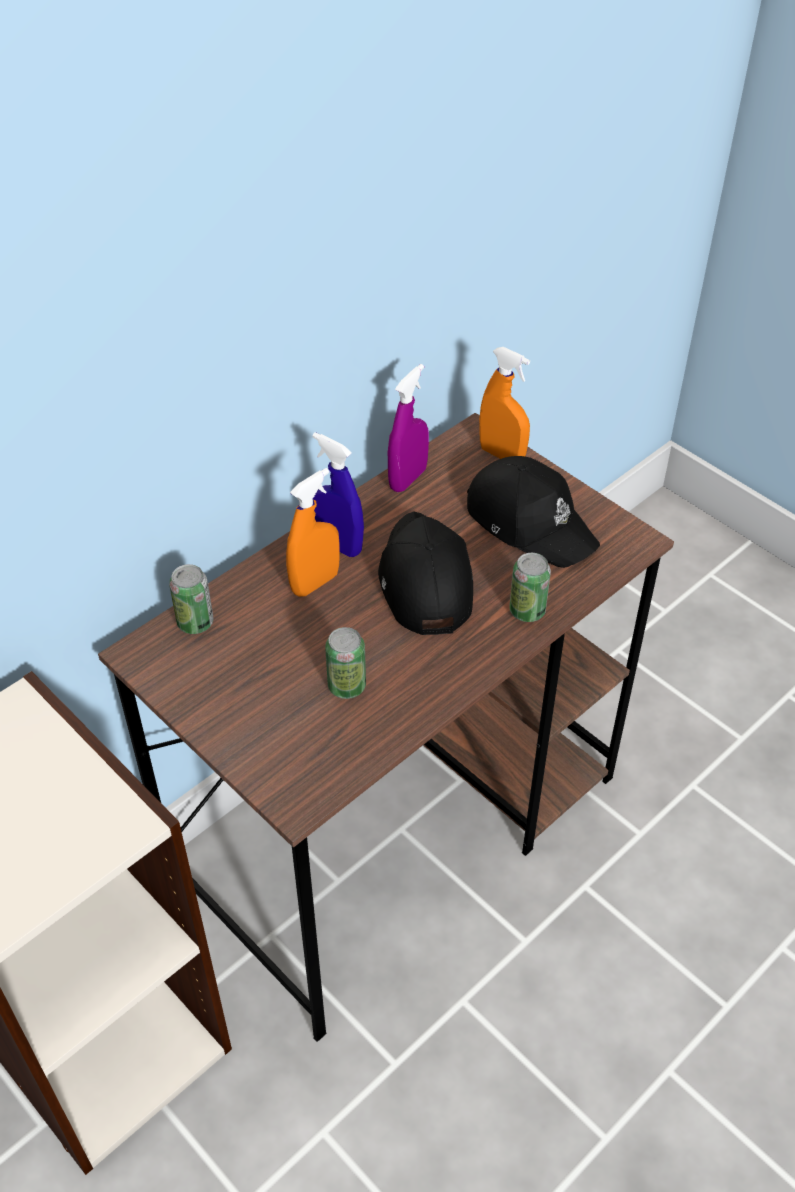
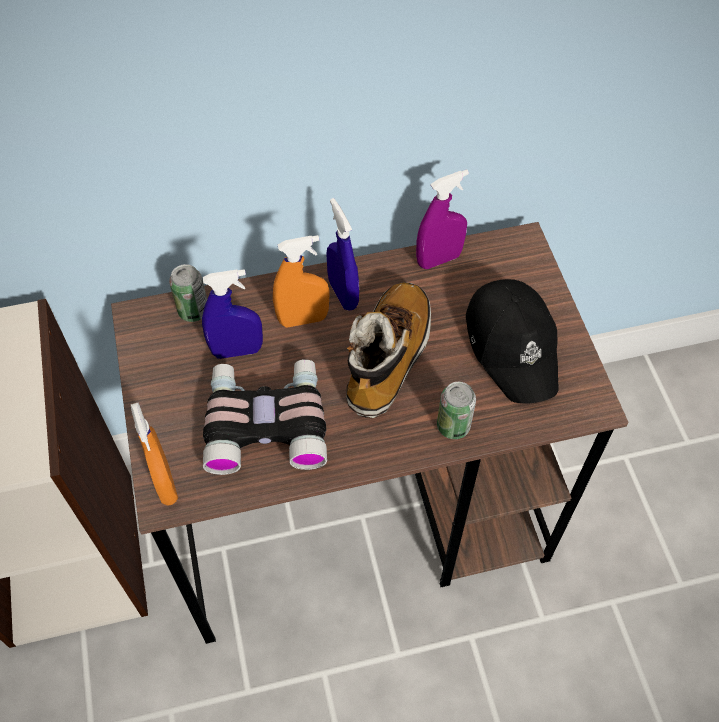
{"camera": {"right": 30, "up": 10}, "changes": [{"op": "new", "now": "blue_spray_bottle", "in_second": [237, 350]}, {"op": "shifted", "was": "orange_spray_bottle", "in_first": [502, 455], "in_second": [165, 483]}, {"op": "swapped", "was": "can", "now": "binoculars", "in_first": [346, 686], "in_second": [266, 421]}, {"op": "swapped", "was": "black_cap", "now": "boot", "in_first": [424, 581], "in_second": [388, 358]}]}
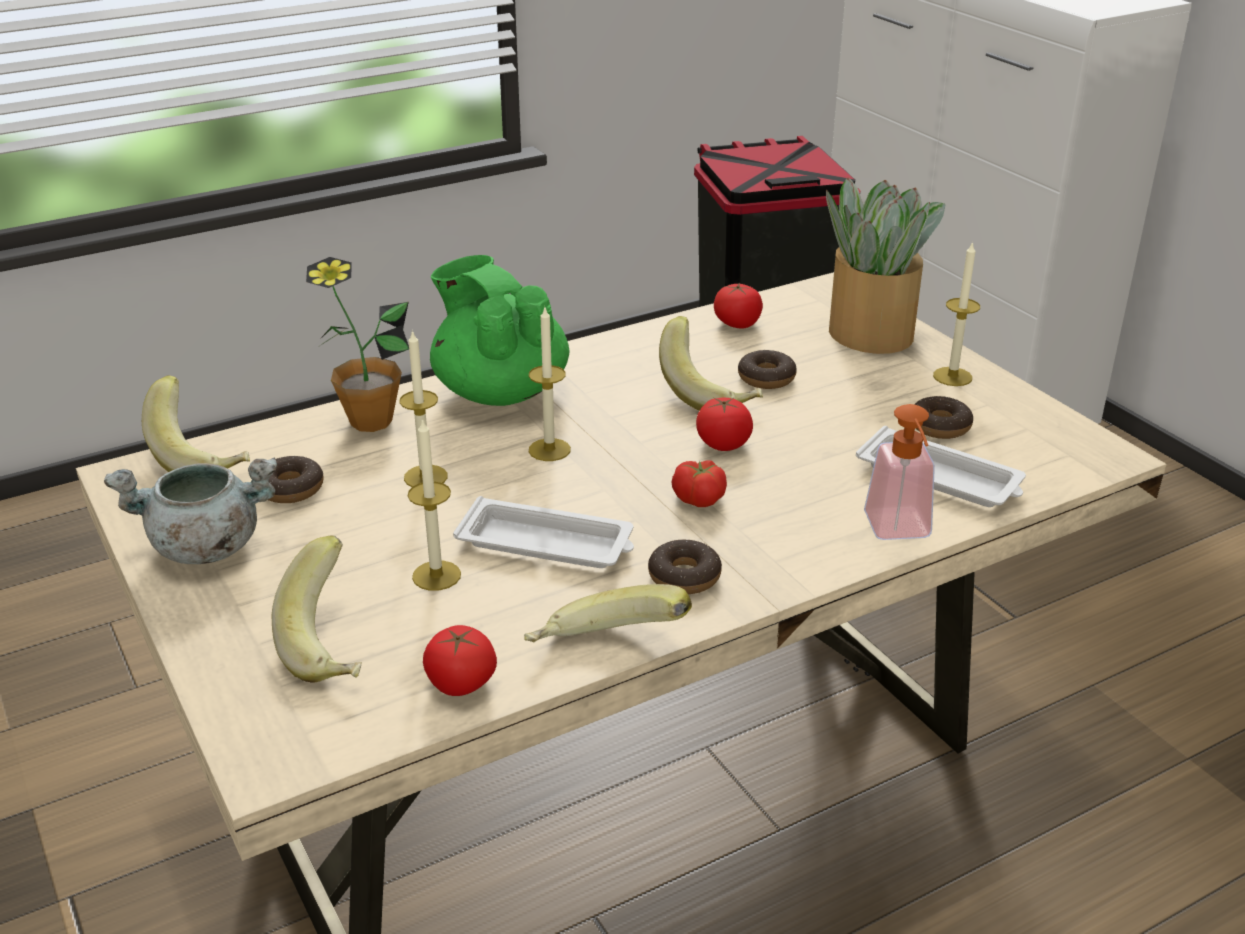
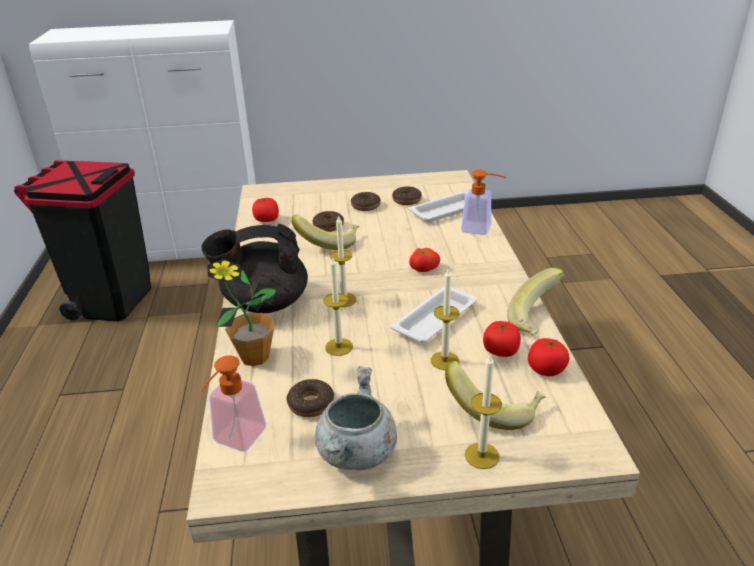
{"camera": {"right": -65, "up": 0}, "changes": [{"op": "gone", "was": "potted_plant", "in_first": [869, 332]}, {"op": "shifted", "was": "donut", "in_first": [684, 576], "in_second": [365, 206]}, {"op": "shifted", "was": "tomato", "in_first": [723, 443], "in_second": [500, 351]}, {"op": "shifted", "was": "candle", "in_first": [952, 376], "in_second": [481, 455]}, {"op": "swapped", "was": "banana", "now": "soap_dispenser", "in_first": [203, 457], "in_second": [235, 441]}, {"op": "repainted", "was": "green_teapot", "now": "black_teapot", "in_first": [500, 391], "in_second": [264, 303]}]}
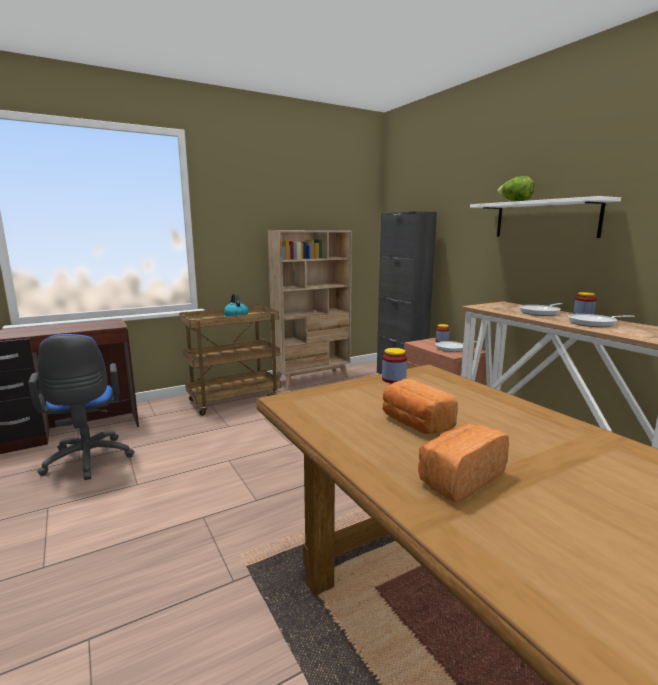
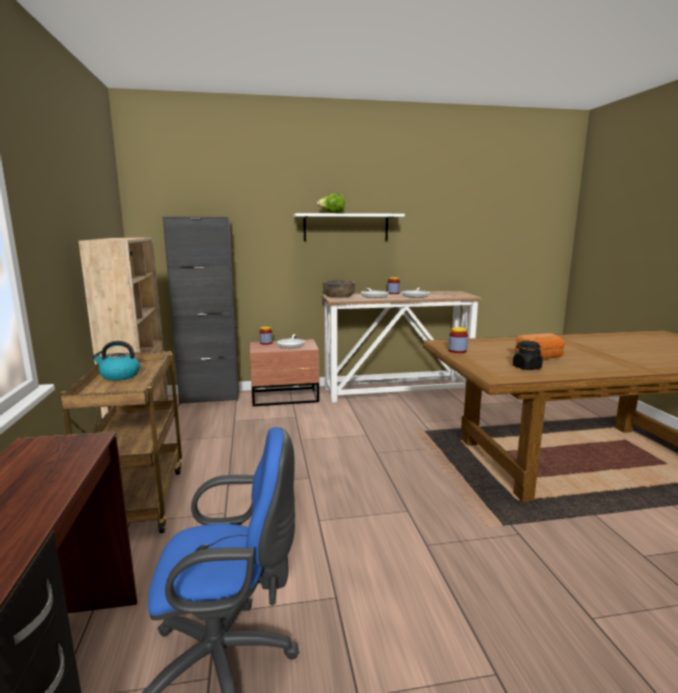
{"camera": {"right": -70, "up": 0}, "changes": [{"op": "gone", "was": "bread", "in_first": [459, 478]}, {"op": "new", "now": "brown_bowl", "in_second": [339, 296]}, {"op": "new", "now": "black_jar", "in_second": [526, 367]}]}
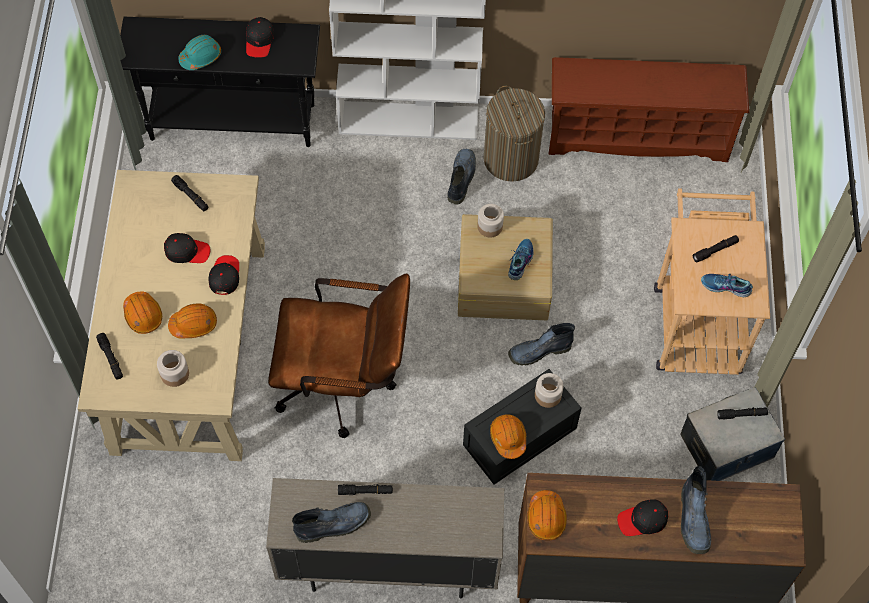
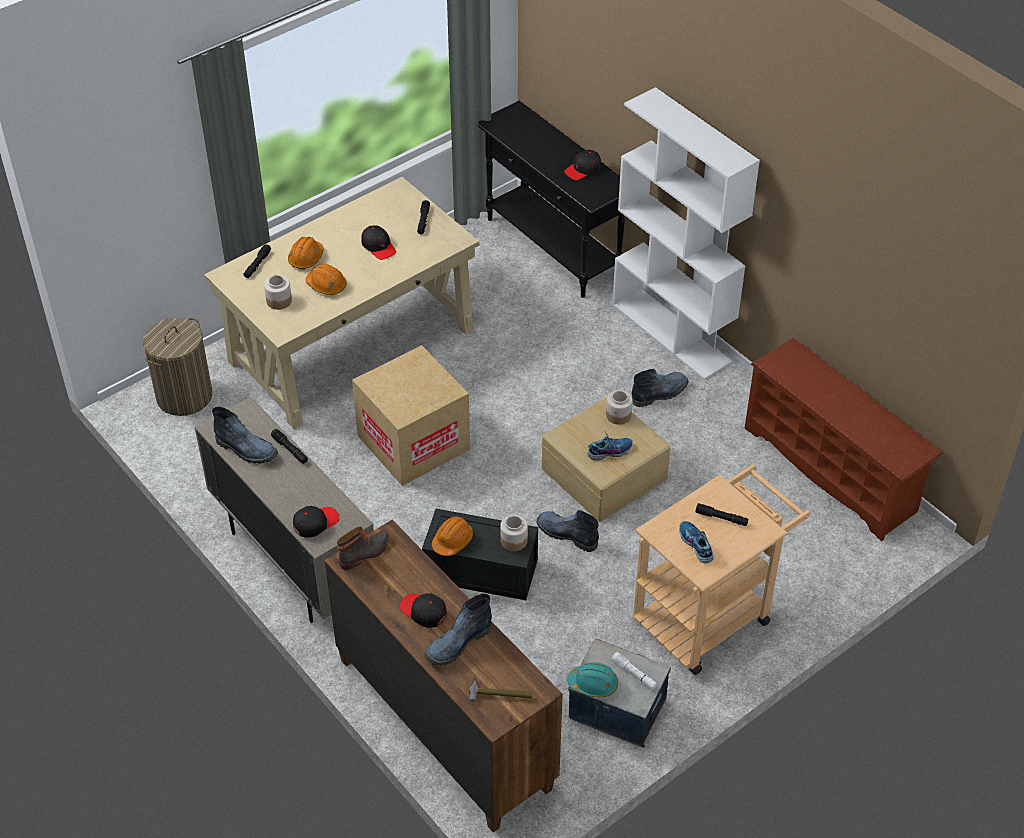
{"camera": {"right": 50, "up": -15}, "changes": [{"op": "new", "now": "hammer", "in_second": [500, 695]}, {"op": "shifted", "was": "turquoise_hard_hat", "in_first": [201, 57], "in_second": [593, 684]}, {"op": "shifted", "was": "black_cap", "in_first": [224, 276], "in_second": [315, 523]}, {"op": "shifted", "was": "laundry_basket", "in_first": [510, 158], "in_second": [184, 396]}, {"op": "swapped", "was": "brown_office_chair", "now": "cardboard_box", "in_first": [344, 384], "in_second": [413, 442]}, {"op": "swapped", "was": "orange_hard_hat", "now": "boot", "in_first": [546, 518], "in_second": [365, 553]}, {"op": "repainted", "was": "black_flashlight", "now": "white_flashlight", "in_first": [742, 415], "in_second": [634, 674]}]}
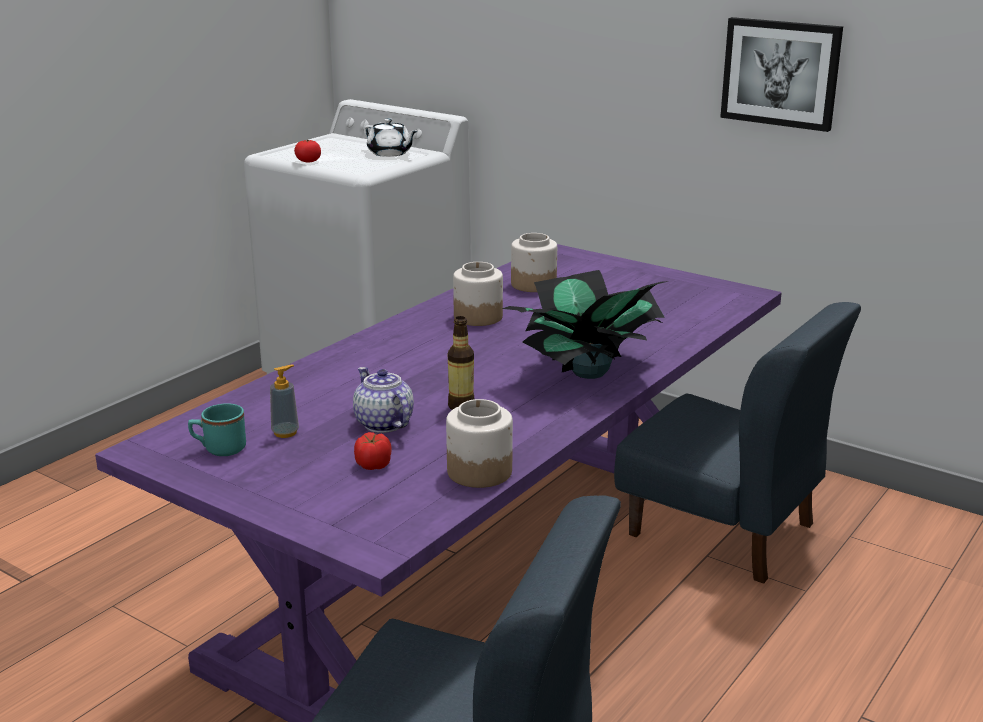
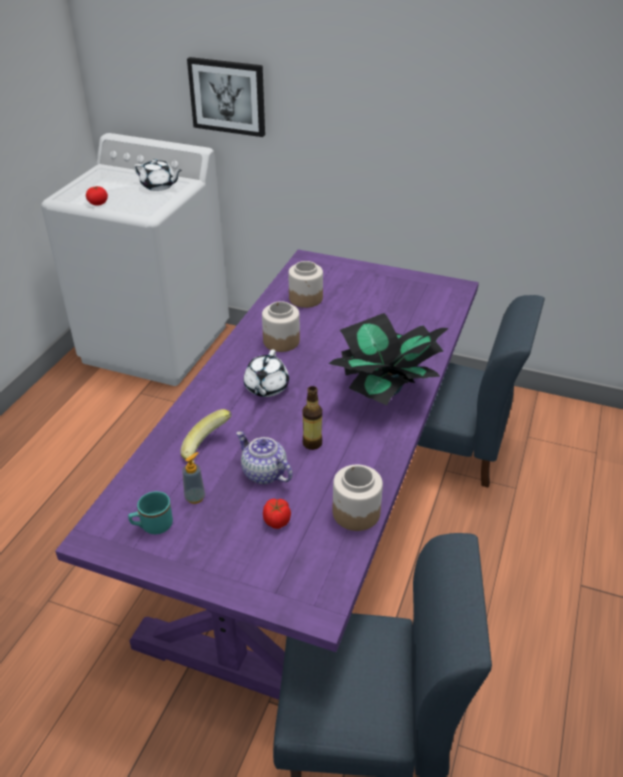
{"camera": {"right": -15, "up": 15}, "changes": [{"op": "new", "now": "banana", "in_second": [207, 451]}, {"op": "new", "now": "white_teapot", "in_second": [266, 388]}, {"op": "shifted", "was": "picture", "in_first": [781, 73], "in_second": [228, 96]}]}
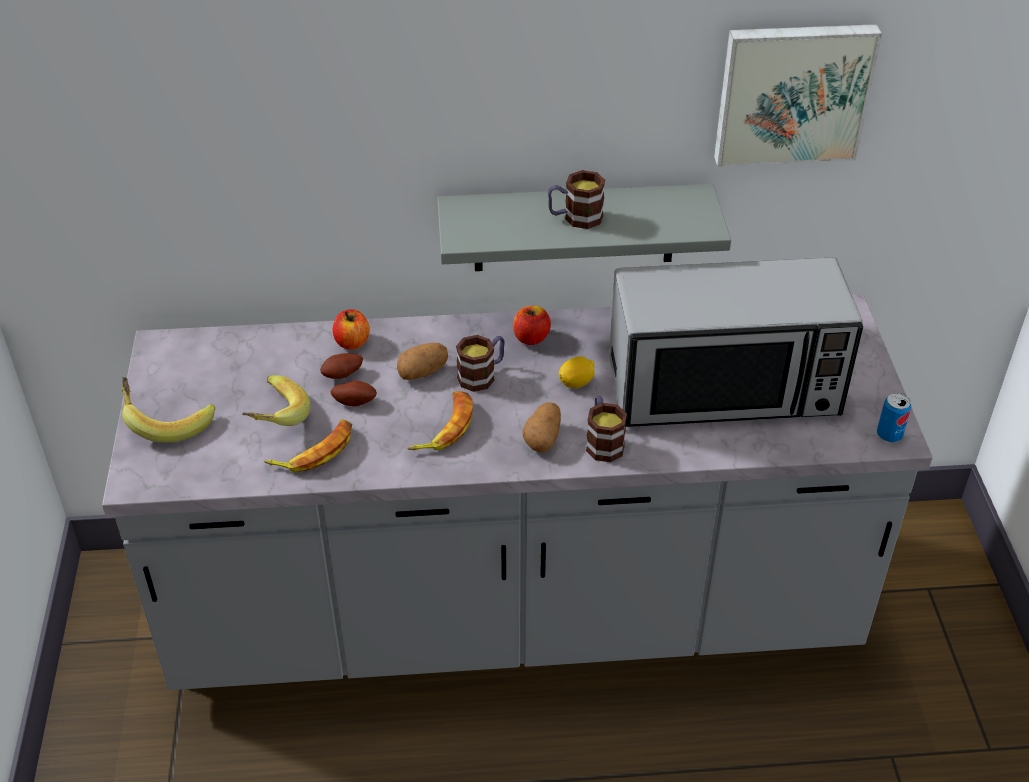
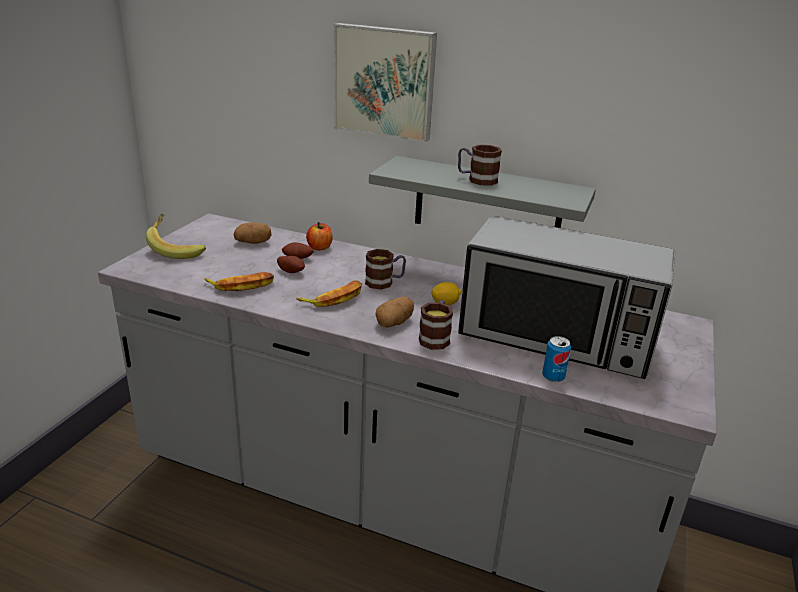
{"camera": {"right": 25, "up": -15}, "changes": [{"op": "gone", "was": "banana", "in_first": [272, 417]}, {"op": "gone", "was": "apple", "in_first": [531, 338]}, {"op": "shifted", "was": "potato", "in_first": [423, 372], "in_second": [253, 242]}, {"op": "shifted", "was": "picture", "in_first": [792, 92], "in_second": [385, 82]}, {"op": "shifted", "was": "can", "in_first": [889, 435], "in_second": [553, 377]}]}
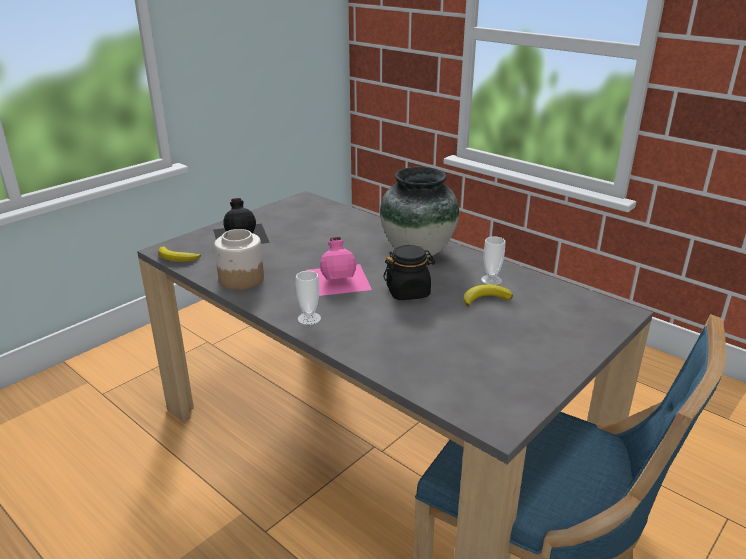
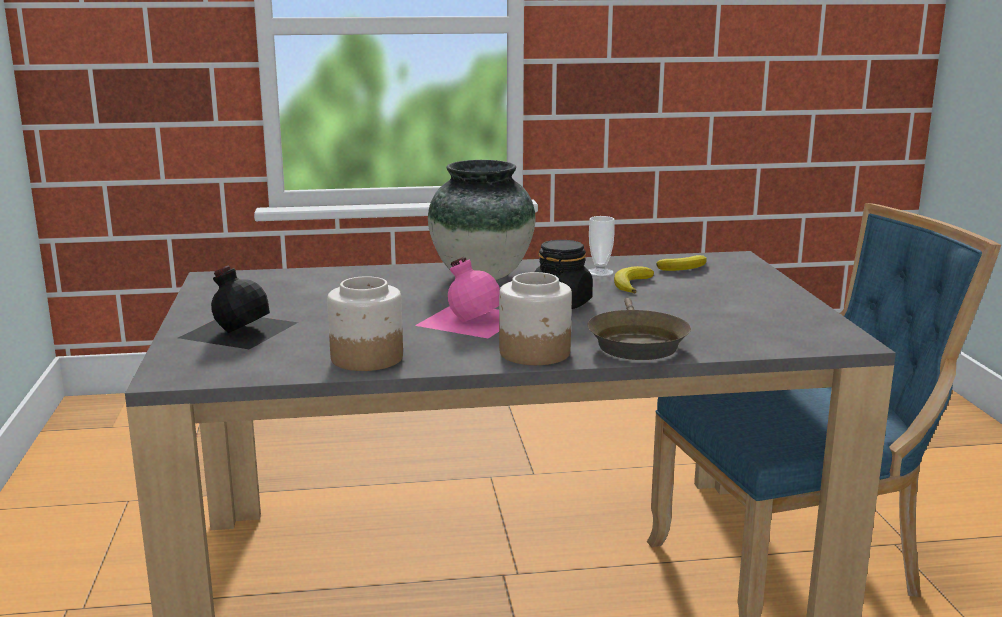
{"camera": {"right": -50, "up": -10}, "changes": [{"op": "new", "now": "brown_frying_pan", "in_second": [635, 343]}, {"op": "shifted", "was": "banana", "in_first": [177, 258], "in_second": [684, 267]}, {"op": "swapped", "was": "cup", "now": "jar", "in_first": [309, 318], "in_second": [535, 353]}]}
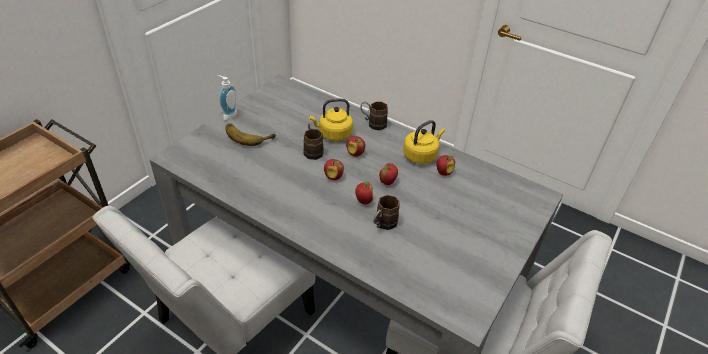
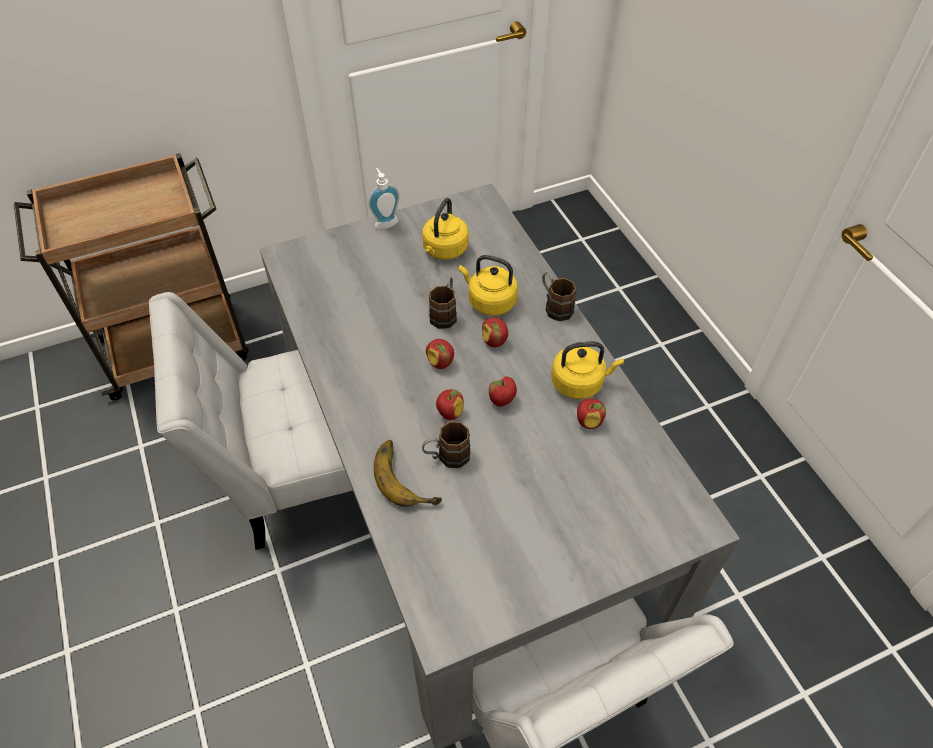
{"camera": {"right": 35, "up": 10}, "changes": [{"op": "new", "now": "yellow_kettle", "in_second": [444, 250]}, {"op": "shifted", "was": "banana", "in_first": [249, 135], "in_second": [408, 475]}]}
